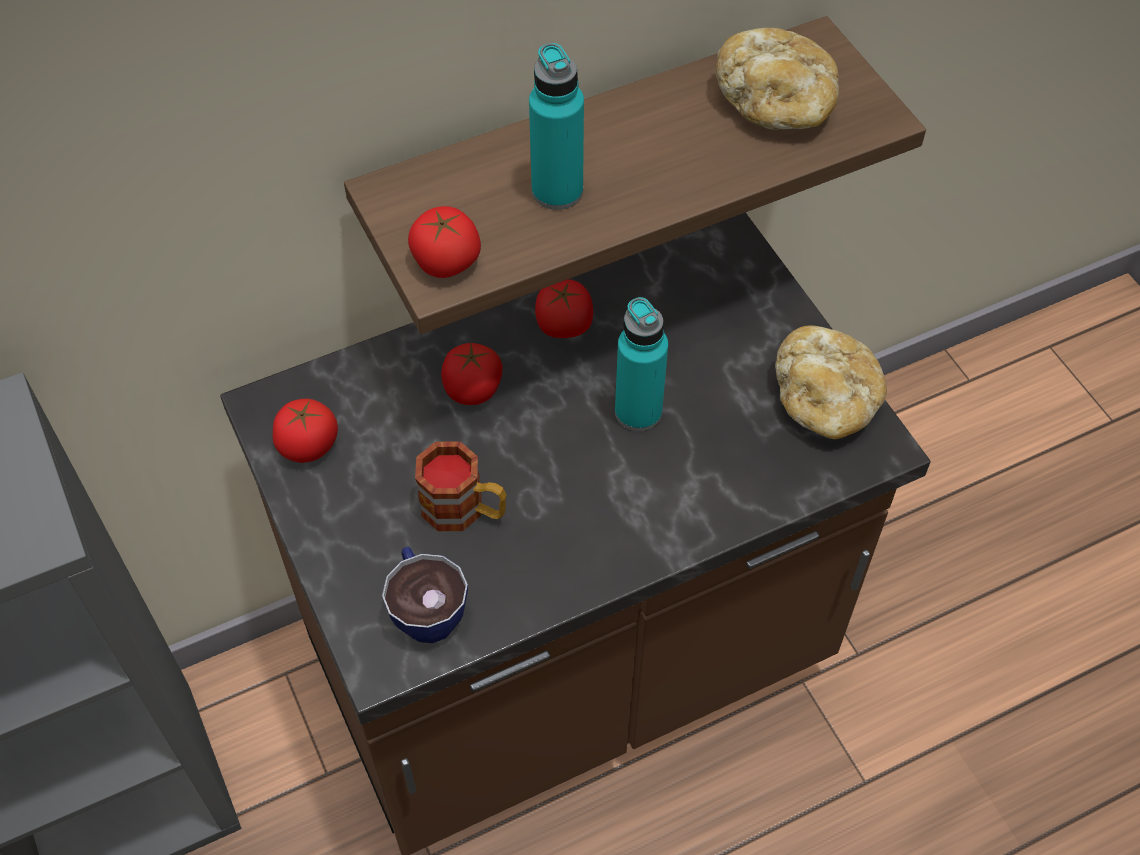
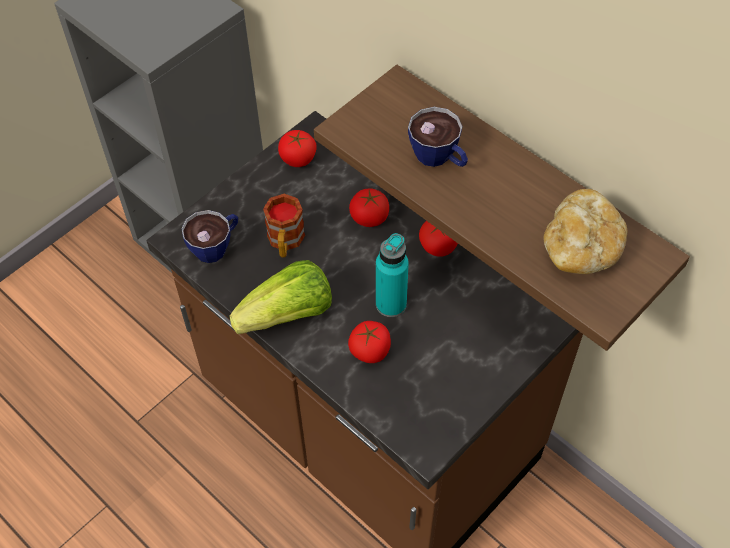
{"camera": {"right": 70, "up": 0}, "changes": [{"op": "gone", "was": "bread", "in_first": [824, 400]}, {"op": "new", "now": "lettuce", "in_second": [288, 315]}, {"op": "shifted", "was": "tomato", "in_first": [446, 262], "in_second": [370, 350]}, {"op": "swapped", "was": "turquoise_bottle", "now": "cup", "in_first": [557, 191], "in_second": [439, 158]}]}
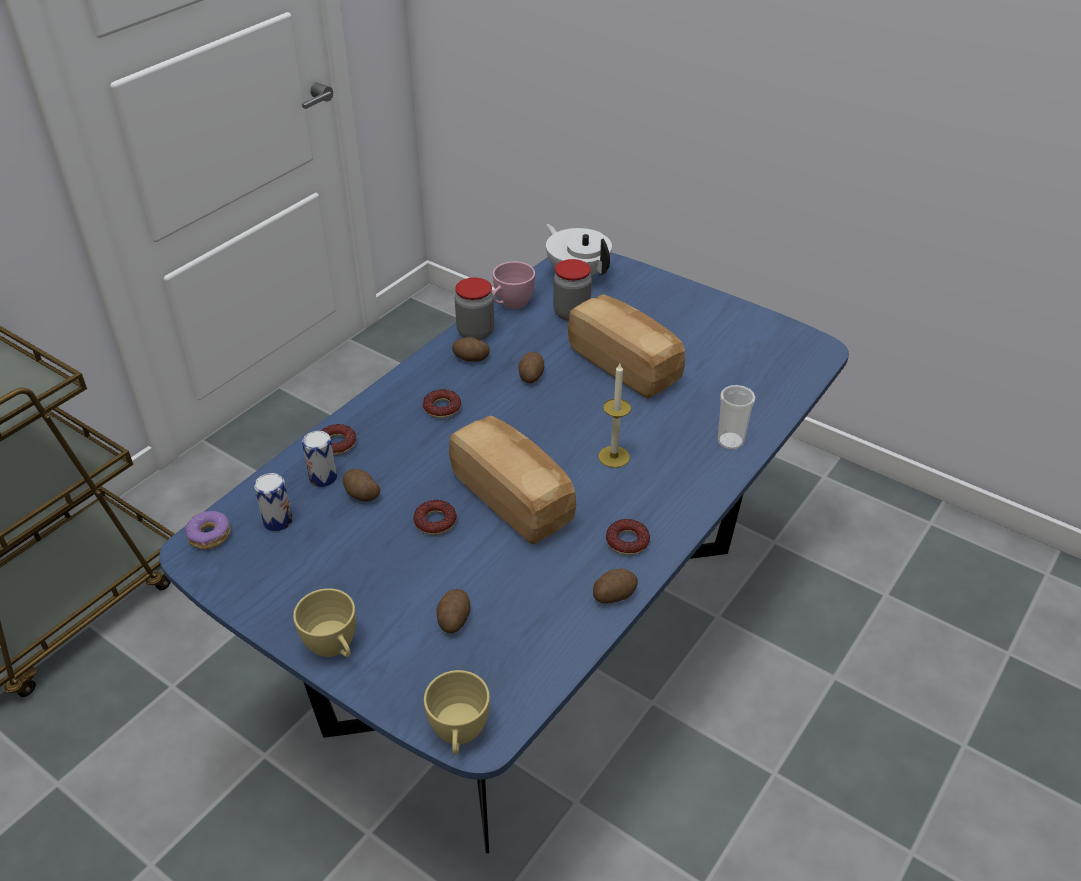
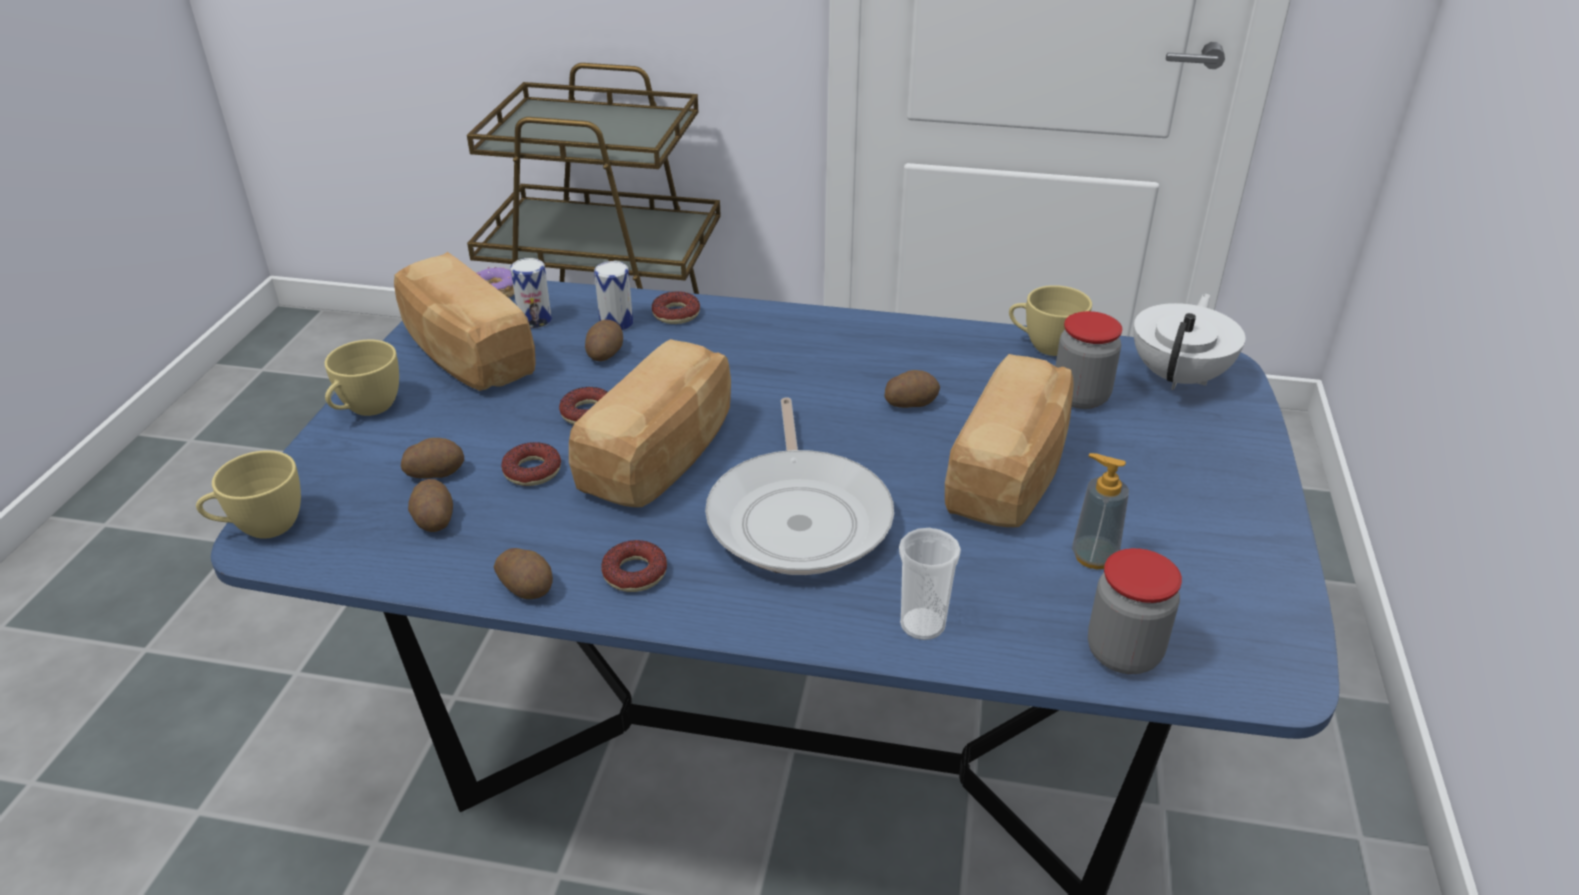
{"camera": {"right": 65, "up": -5}, "changes": [{"op": "new", "now": "bread", "in_second": [465, 355]}, {"op": "new", "now": "soap_dispenser", "in_second": [1094, 556]}, {"op": "shifted", "was": "donut", "in_first": [442, 408], "in_second": [532, 471]}, {"op": "shifted", "was": "potato", "in_first": [471, 358], "in_second": [433, 519]}, {"op": "shifted", "was": "jar", "in_first": [475, 332], "in_second": [1123, 653]}, {"op": "swapped", "was": "candle", "now": "frying_pan", "in_first": [614, 457], "in_second": [799, 516]}, {"op": "repainted", "was": "pink_cup", "now": "yellow_cup", "in_first": [510, 305], "in_second": [1044, 346]}]}
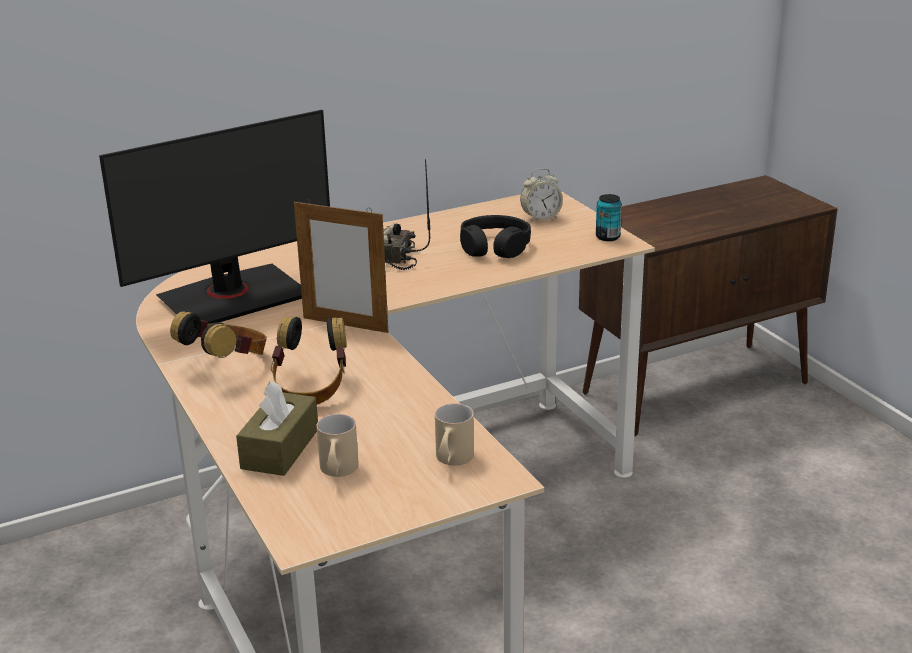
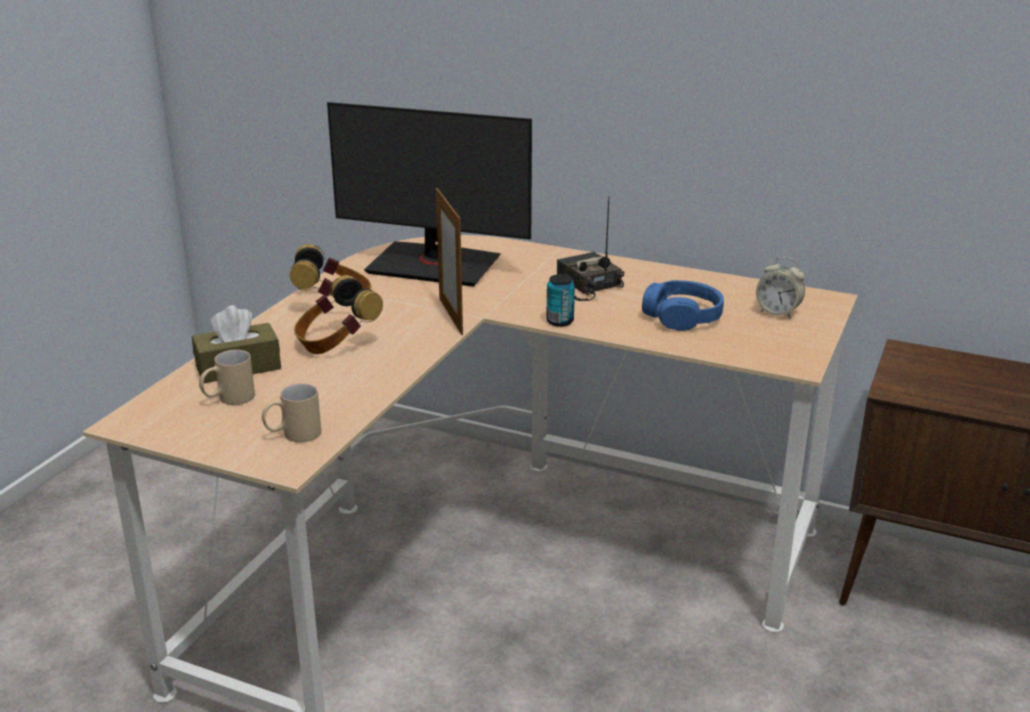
{"camera": {"right": 50, "up": 0}, "changes": [{"op": "shifted", "was": "can", "in_first": [608, 237], "in_second": [560, 321]}, {"op": "repainted", "was": "black_headphones", "now": "blue_headphones", "in_first": [494, 247], "in_second": [682, 316]}]}
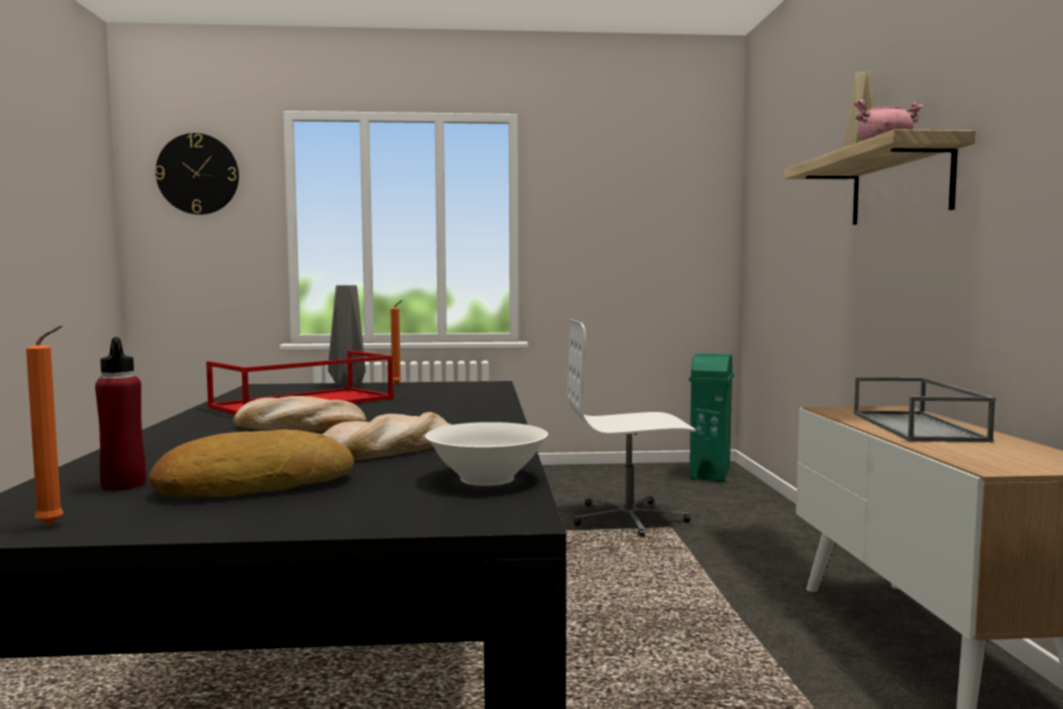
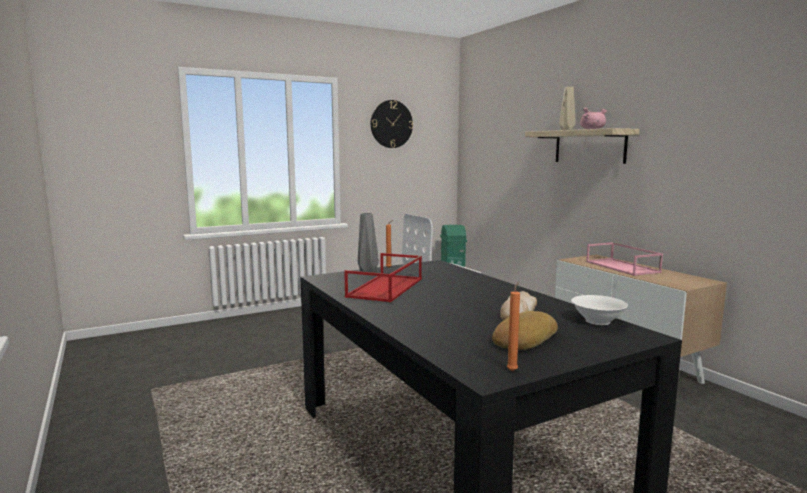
{"camera": {"right": -25, "up": 5}, "changes": [{"op": "gone", "was": "red_bottle", "in_first": [123, 485]}, {"op": "gone", "was": "bread", "in_first": [299, 426]}, {"op": "shifted", "was": "wall_clock", "in_first": [198, 174], "in_second": [391, 124]}, {"op": "repainted", "was": "grey_tray", "now": "pink_tray", "in_first": [919, 427], "in_second": [623, 267]}]}
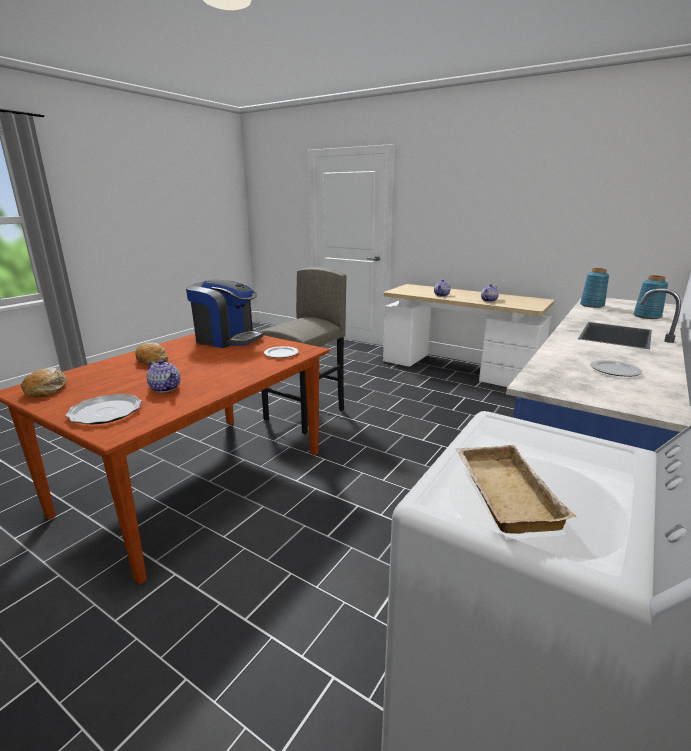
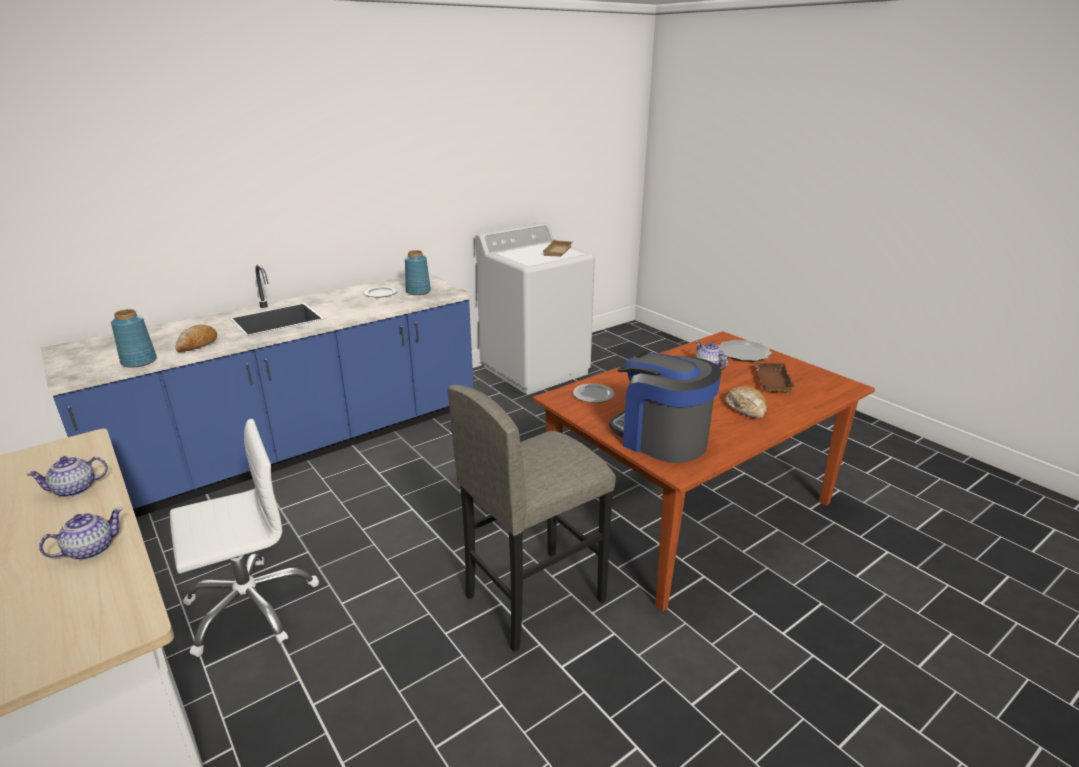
{"camera": {"right": -160, "up": 5}, "changes": [{"op": "new", "now": "white_office_chair", "in_second": [250, 606]}, {"op": "new", "now": "brown_tray", "in_second": [770, 380]}, {"op": "shifted", "was": "bread", "in_first": [47, 389], "in_second": [197, 345]}, {"op": "shifted", "was": "blue_vase", "in_first": [646, 316], "in_second": [418, 292]}]}
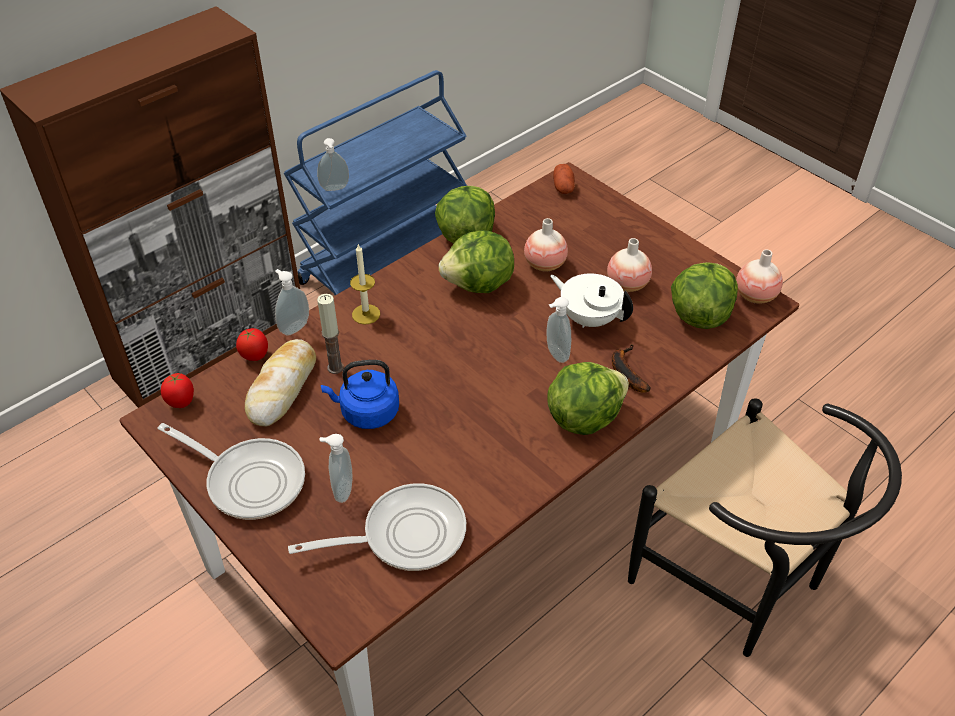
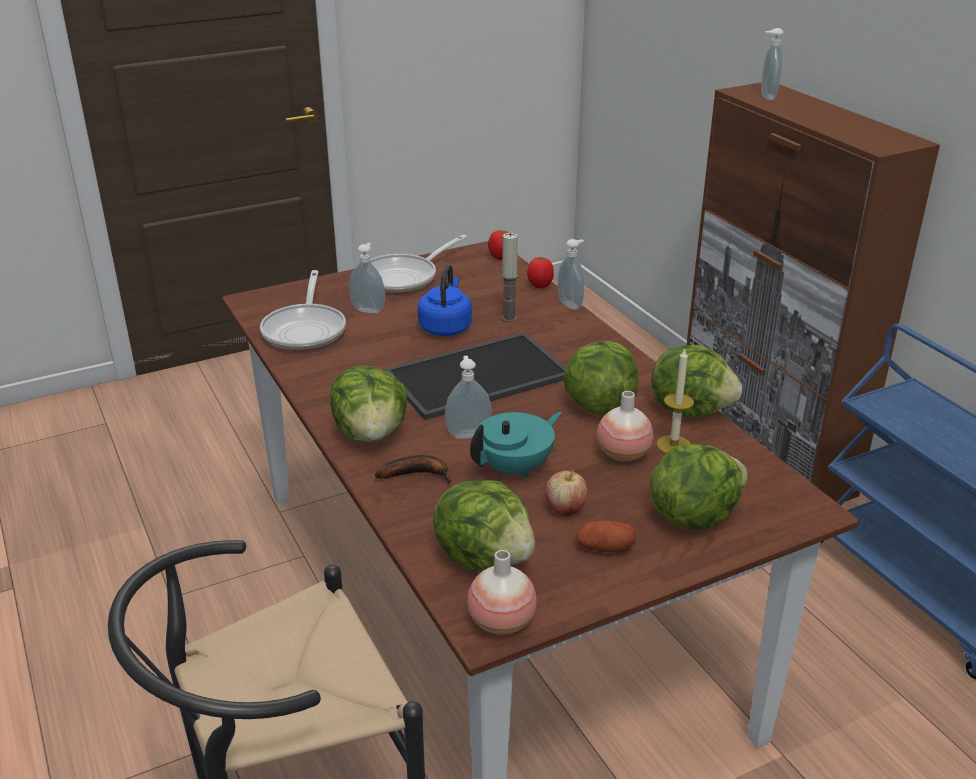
{"camera": {"right": 105, "up": -15}, "changes": [{"op": "gone", "was": "bread", "in_first": [282, 388]}, {"op": "new", "now": "tray", "in_second": [477, 377]}, {"op": "new", "now": "lettuce", "in_second": [693, 515]}, {"op": "shifted", "was": "soap_dispenser", "in_first": [335, 189], "in_second": [766, 97]}, {"op": "shifted", "was": "candle", "in_first": [366, 314], "in_second": [673, 445]}, {"op": "shifted", "was": "potato", "in_first": [563, 187], "in_second": [605, 548]}, {"op": "swapped", "was": "vase", "now": "apple", "in_first": [627, 284], "in_second": [565, 509]}, {"op": "repainted", "was": "white_teapot", "now": "turquoise_teapot", "in_first": [589, 318], "in_second": [516, 467]}]}
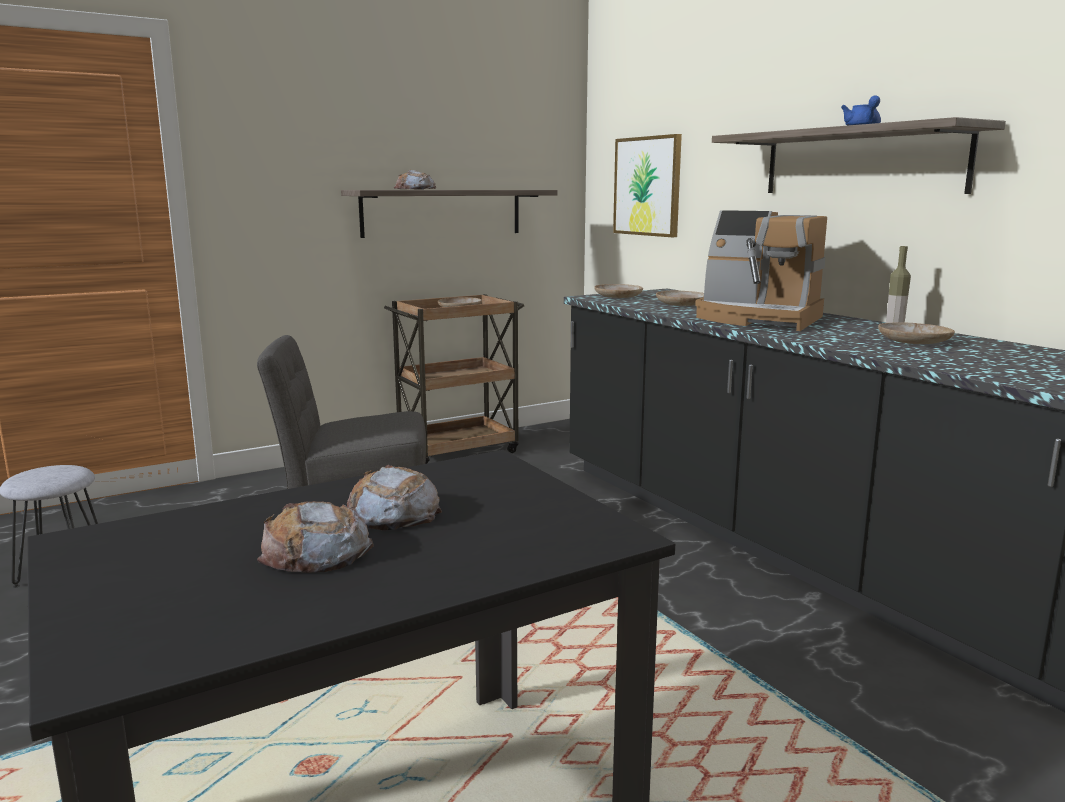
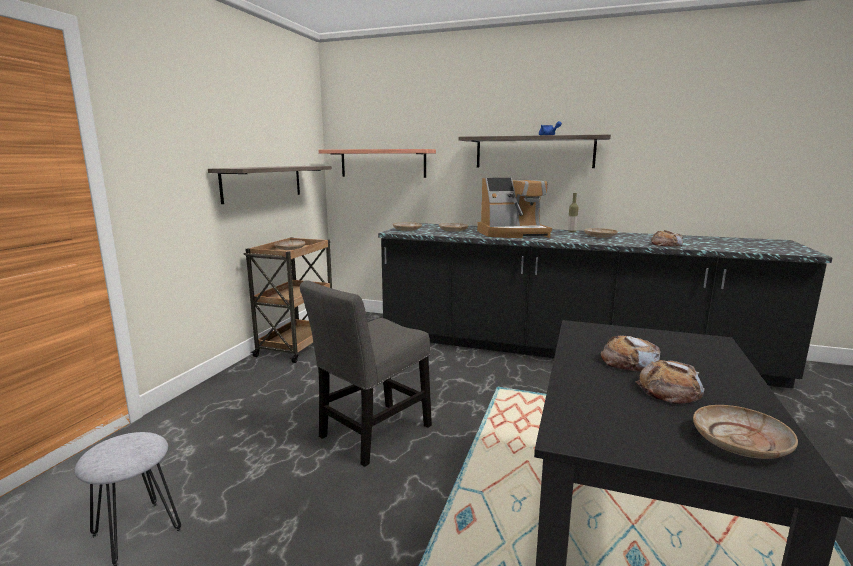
{"camera": {"right": -40, "up": 0}, "changes": [{"op": "new", "now": "beige_plate", "in_second": [741, 442]}, {"op": "shifted", "was": "bread", "in_first": [415, 189], "in_second": [666, 244]}, {"op": "swapped", "was": "picture", "now": "shelf", "in_first": [647, 186], "in_second": [383, 163]}]}
